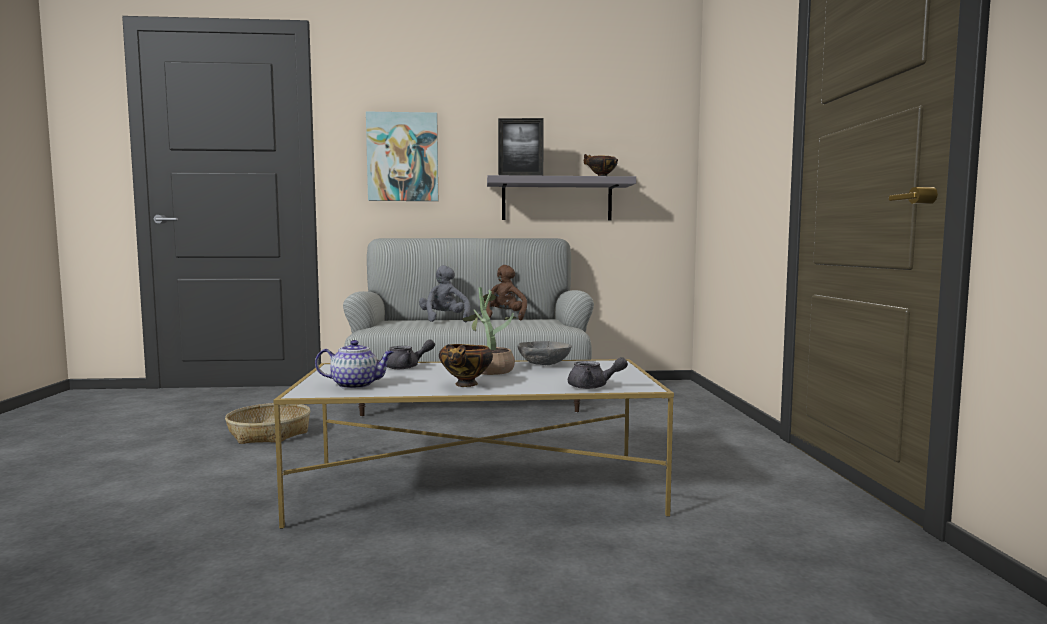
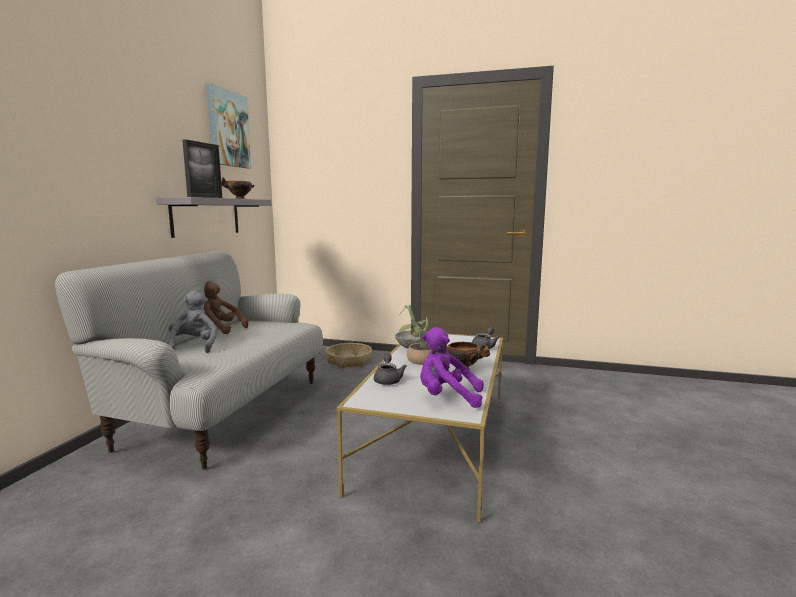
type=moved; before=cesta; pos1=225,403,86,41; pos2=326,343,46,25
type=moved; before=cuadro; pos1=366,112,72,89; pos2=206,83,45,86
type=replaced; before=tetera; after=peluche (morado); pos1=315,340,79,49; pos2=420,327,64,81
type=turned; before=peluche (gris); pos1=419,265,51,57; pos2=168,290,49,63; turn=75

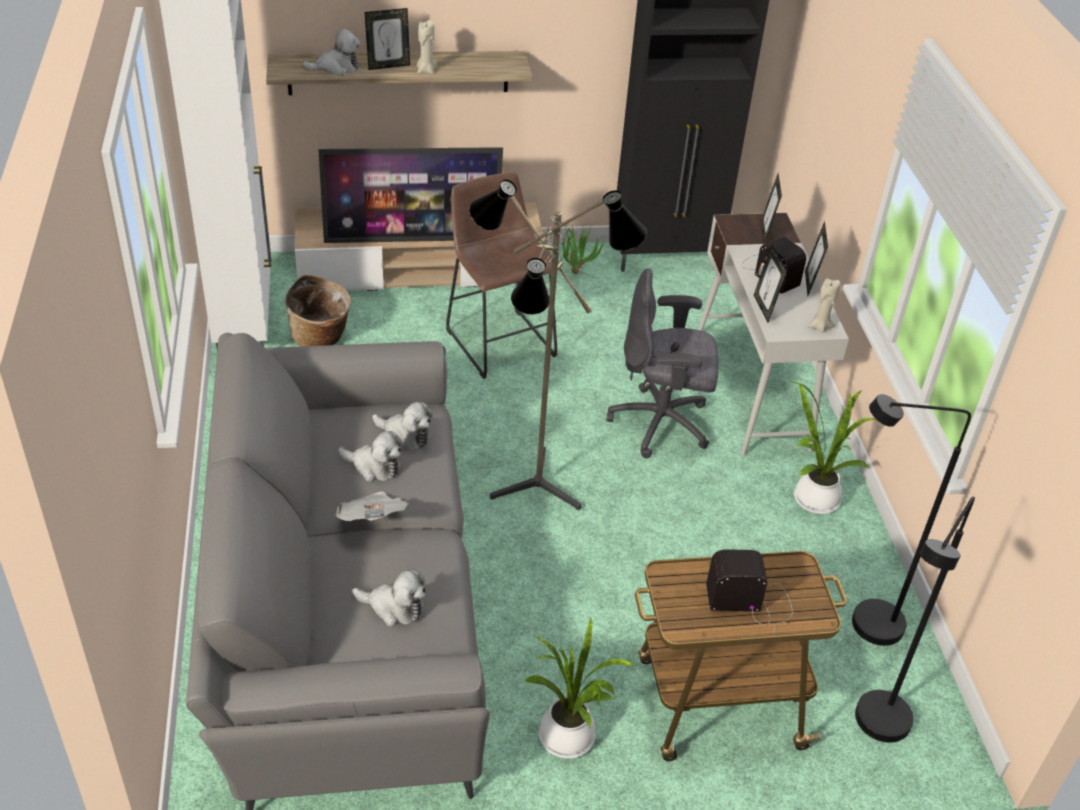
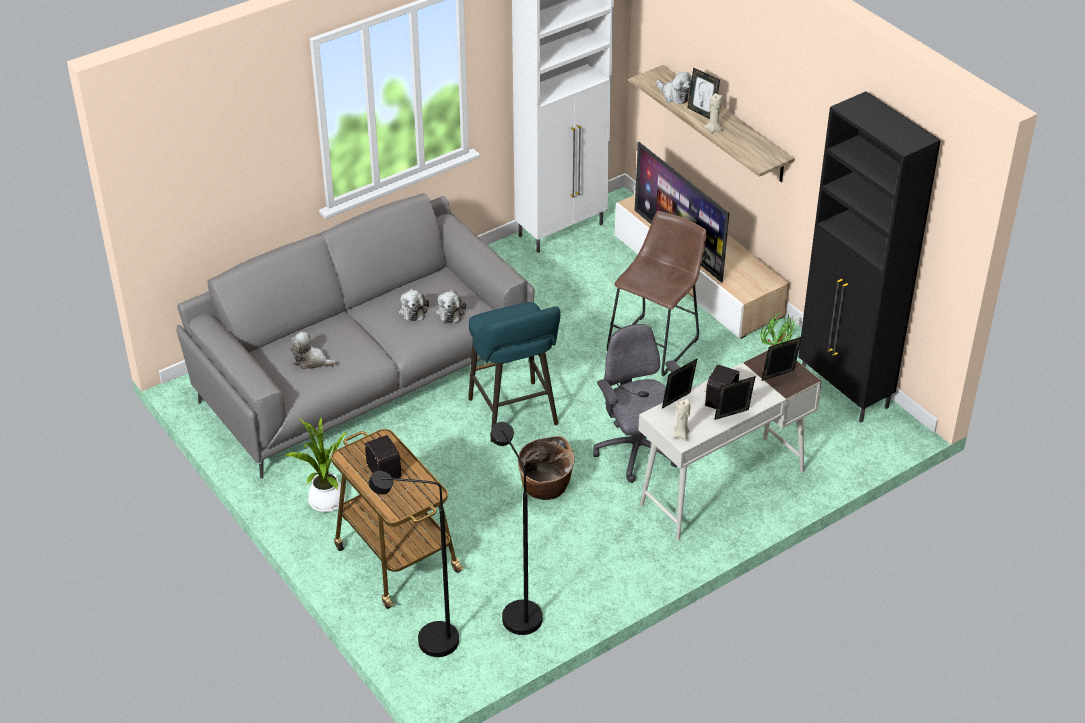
type=removed; before=periódico; pos1=335,492,74,29
type=removed; before=planta en maceta; pos1=791,381,84,133
type=moved; before=cesta; pos1=285,275,66,71; pos2=518,436,57,64
type=replaced; before=lámpara de pie; after=taburete (turquesa); pos1=469,180,178,330; pos2=468,302,92,140
type=turned; before=peluche; pos1=352,569,74,58; pos2=290,332,46,38; turn=120

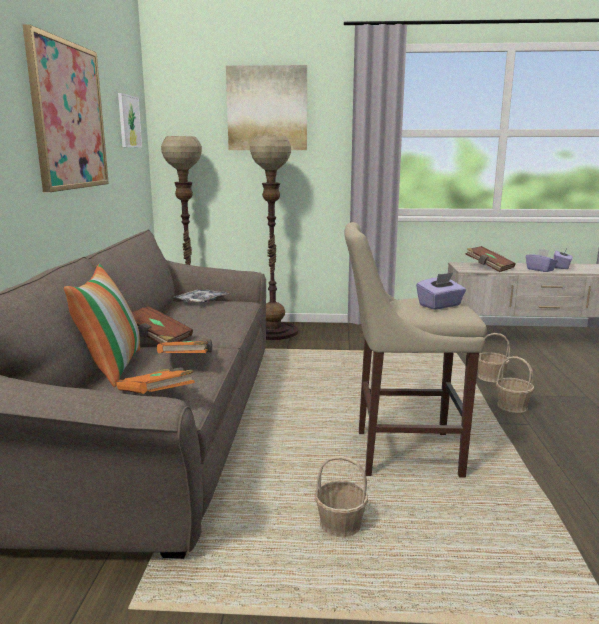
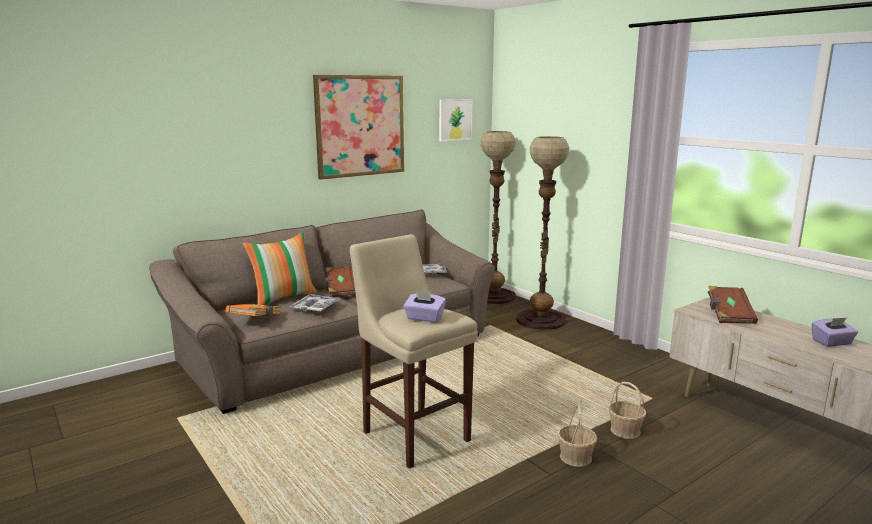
type=removed; before=cuadro; pos1=226,65,81,85
type=removed; before=cesta; pos1=315,456,53,81
type=removed; before=caja de pañuelos (morado); pos1=526,249,32,23
type=replaced; before=libro (naranja); after=bandeja; pos1=157,339,55,14; pos2=289,294,52,18

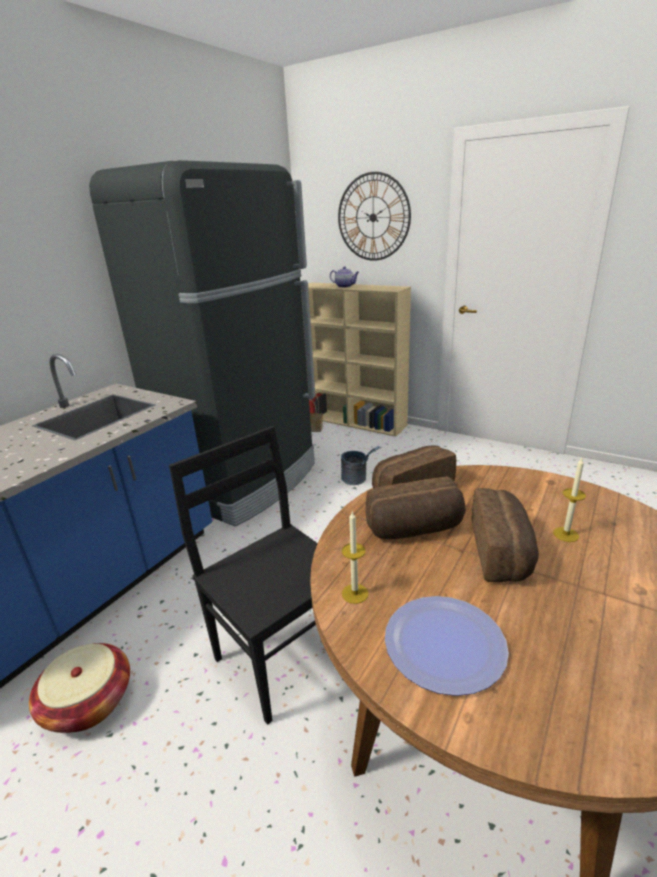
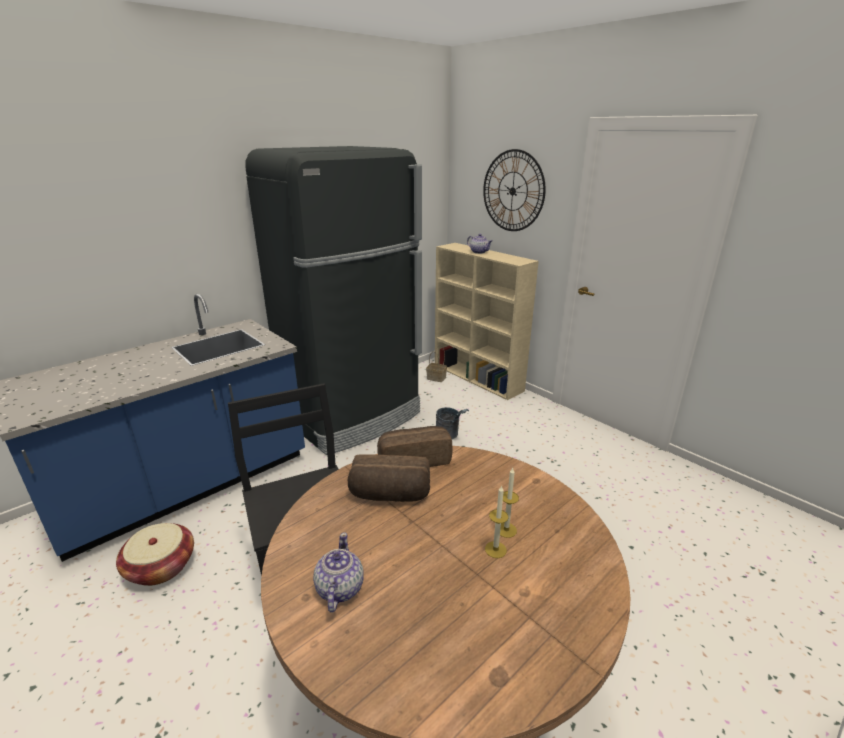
type=removed; before=pan; pos1=472,488,67,94
type=moved; before=vela; pos1=342,512,26,92; pos2=485,485,24,73
type=replaced; before=plato; after=tetera; pos1=385,596,124,100; pos2=313,532,51,81

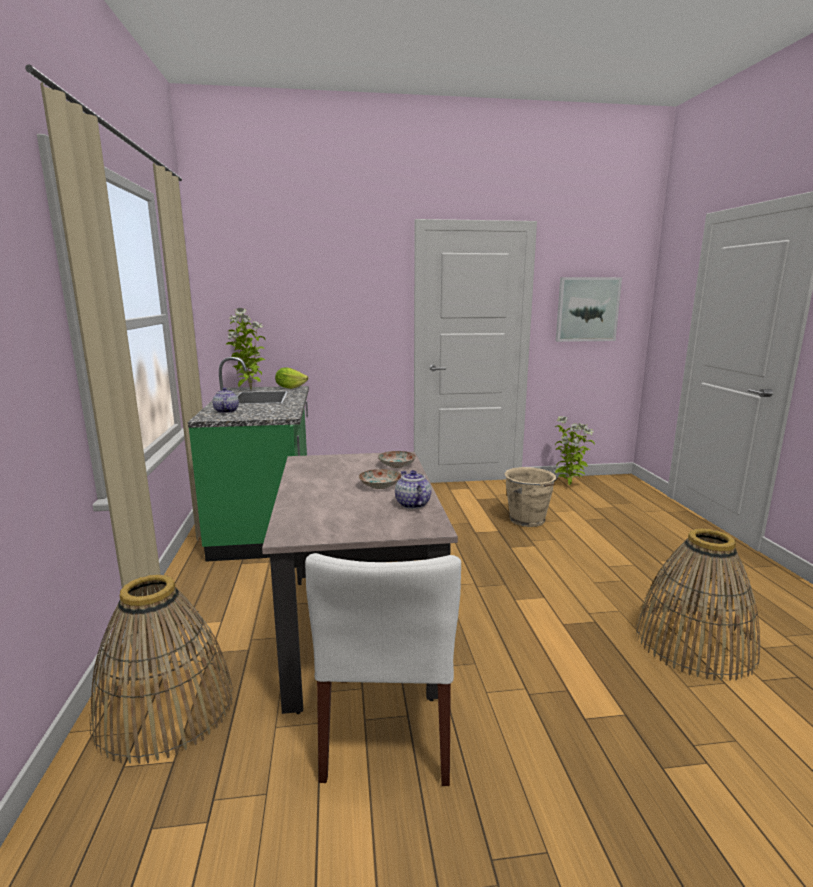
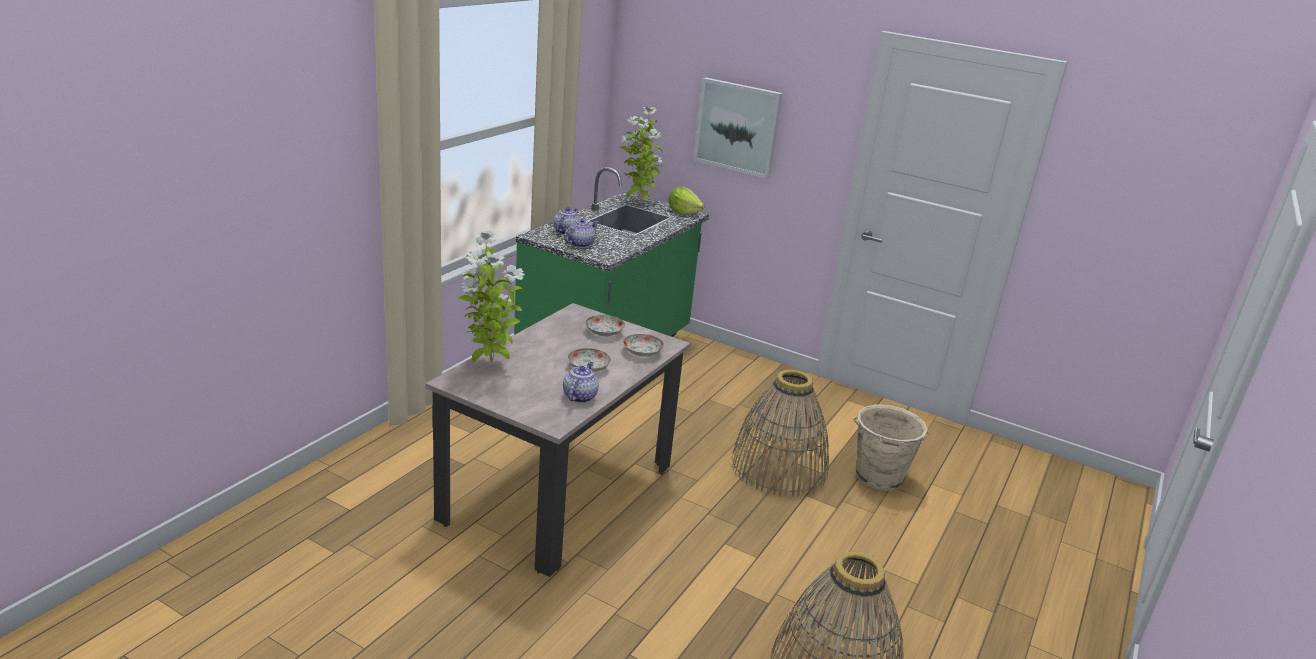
type=removed; before=silla (blanco); pos1=305,553,156,233
type=added; after=tetera; pos2=564,219,35,29
type=added; after=plato; pos2=585,315,40,21
type=moved; before=cesta; pos1=90,574,143,190; pos2=732,370,97,127
type=moved; before=planta en maceta; pos1=555,416,40,69; pos2=458,230,67,134
type=moved; before=cuadro; pos1=556,277,66,65; pos2=694,78,89,101

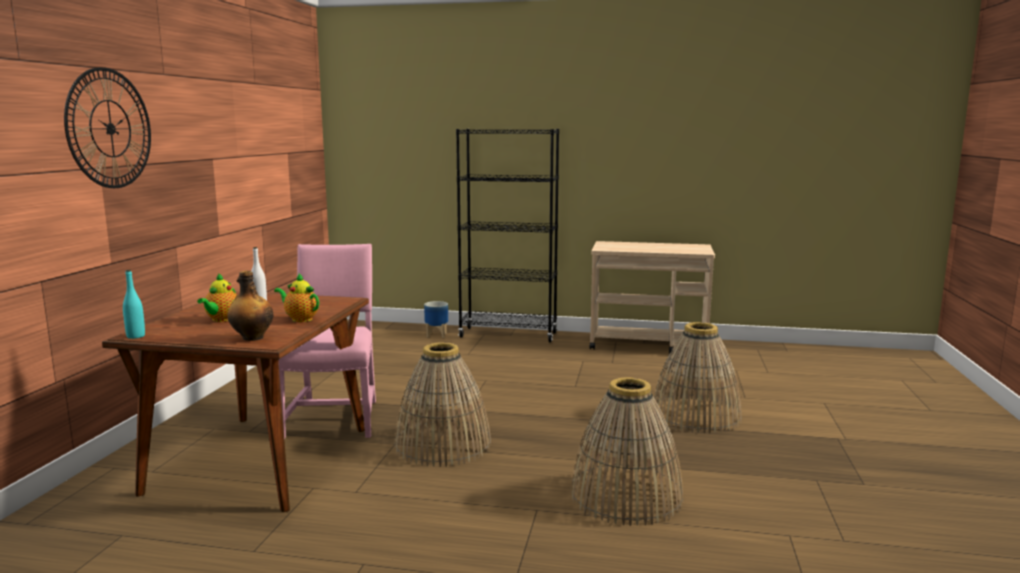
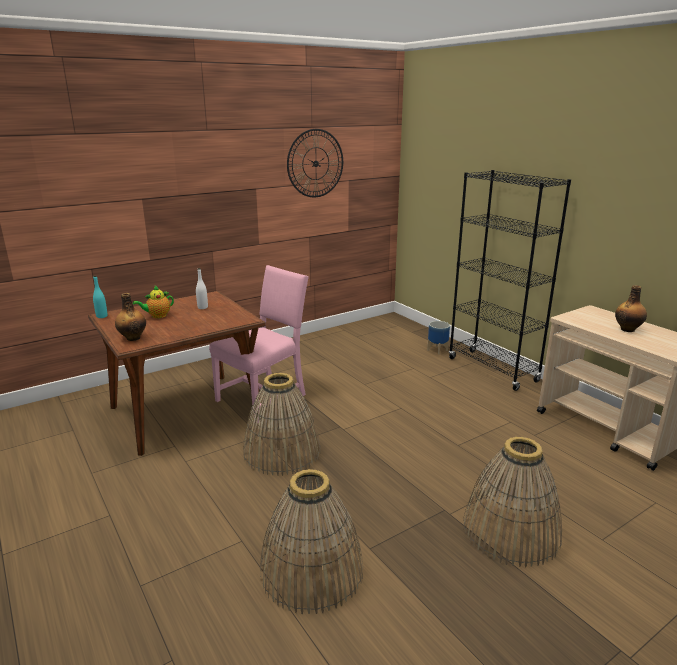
type=removed; before=tetera; pos1=274,274,45,48
type=added; after=botella; pos2=615,285,32,47
type=moved; before=reloj de pared; pos1=64,67,87,121; pos2=287,129,56,68

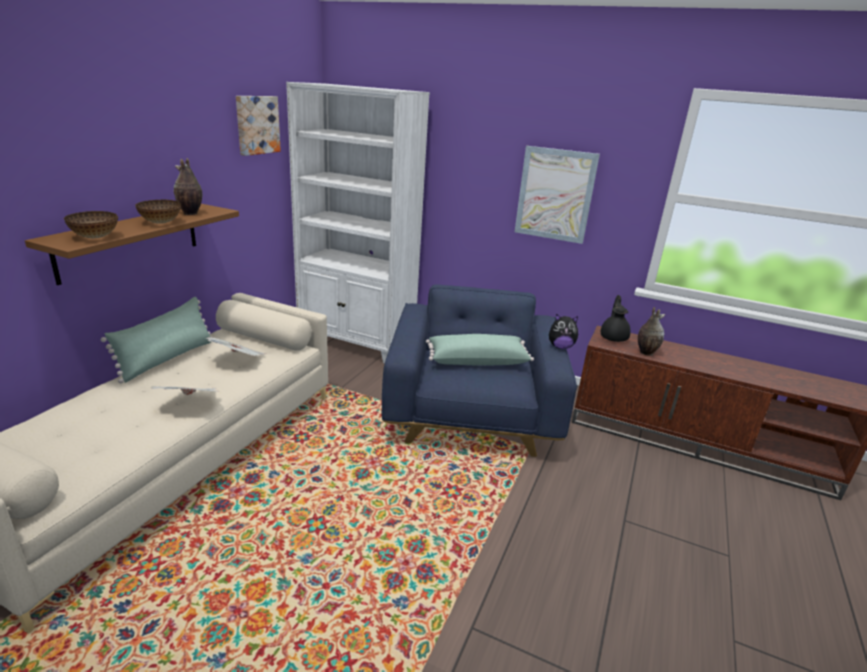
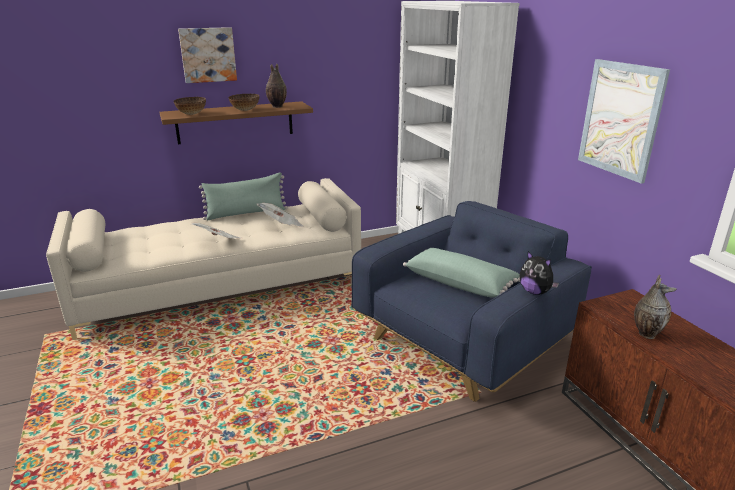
type=removed; before=tetera (negro); pos1=601,295,30,47
type=moved; before=cuadro; pos1=236,96,45,60; pos2=178,27,59,56

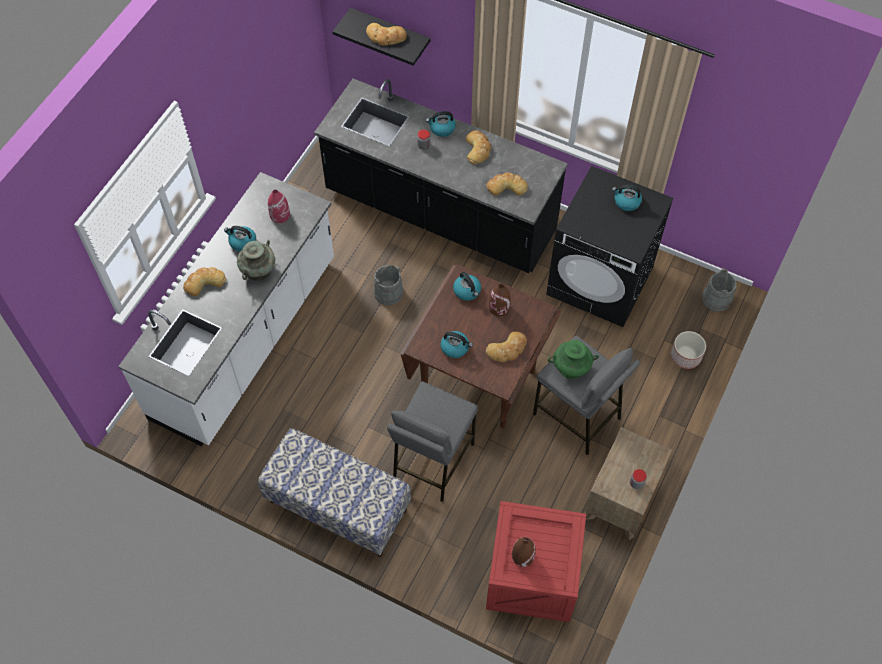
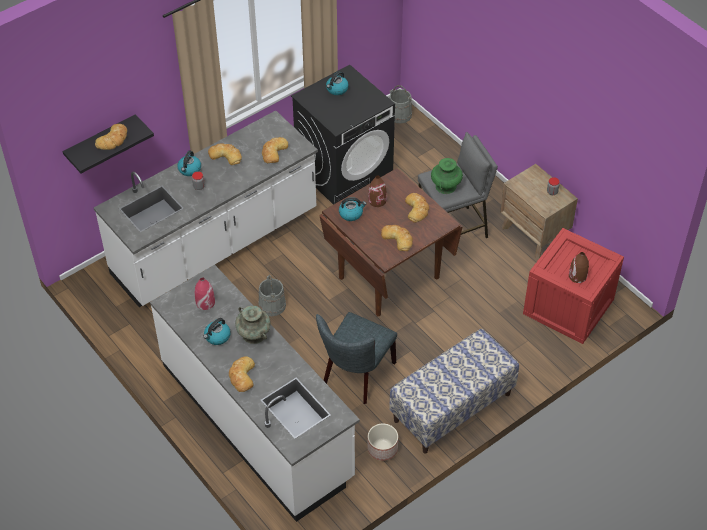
type=removed; before=taburete (gris); pos1=387,381,91,121
type=added; after=silla (gris); pos2=316,312,81,92
type=moved; before=maceta; pos1=671,331,35,38; pos2=367,423,31,38
type=replaced; before=hervidor; after=pan; pos1=440,331,33,27; pos2=381,225,32,26
type=recoloured; before=mueble bajo de cocina (negro); after=mueble bajo de cocina (blanco); pos1=314,78,254,195; pos2=94,111,224,196

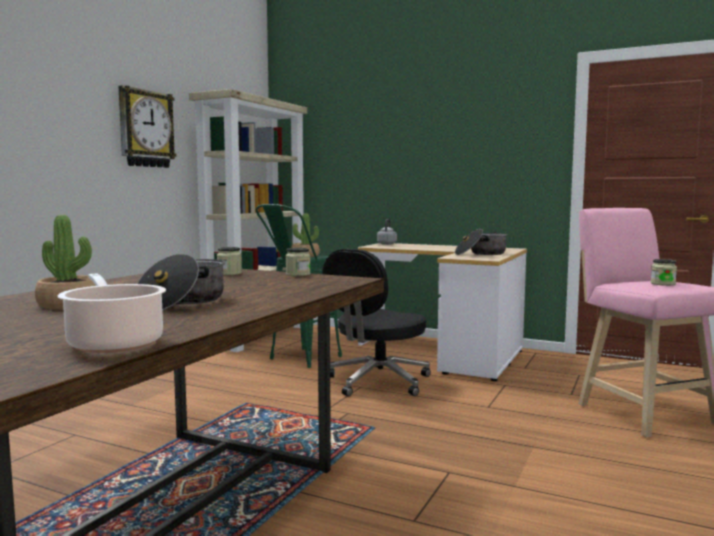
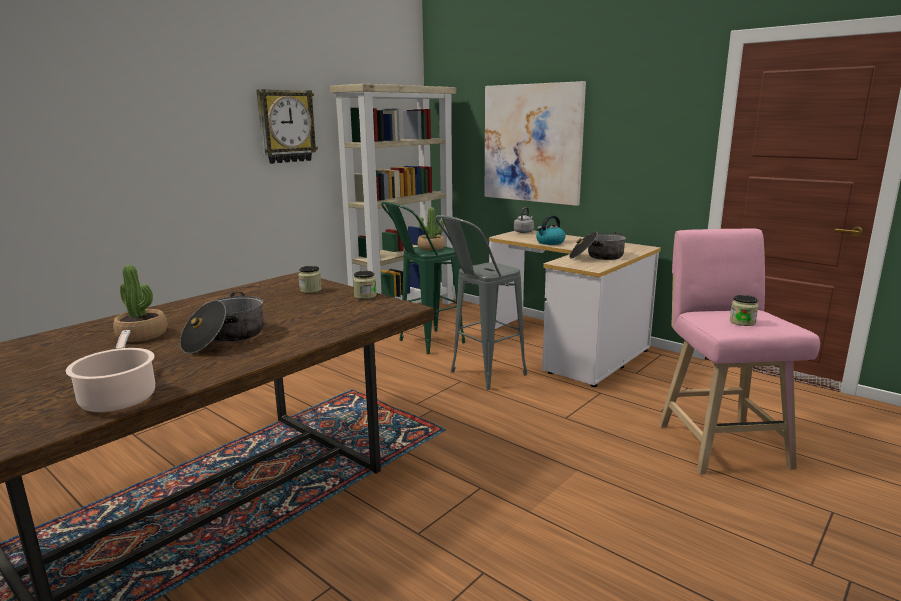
type=added; after=cuadro; pos2=485,81,101,125
type=added; after=hervidor; pos2=536,215,29,30
type=replaced; before=silla de oficina (negro); after=taburete (gris); pos1=322,249,109,147; pos2=435,215,92,175

